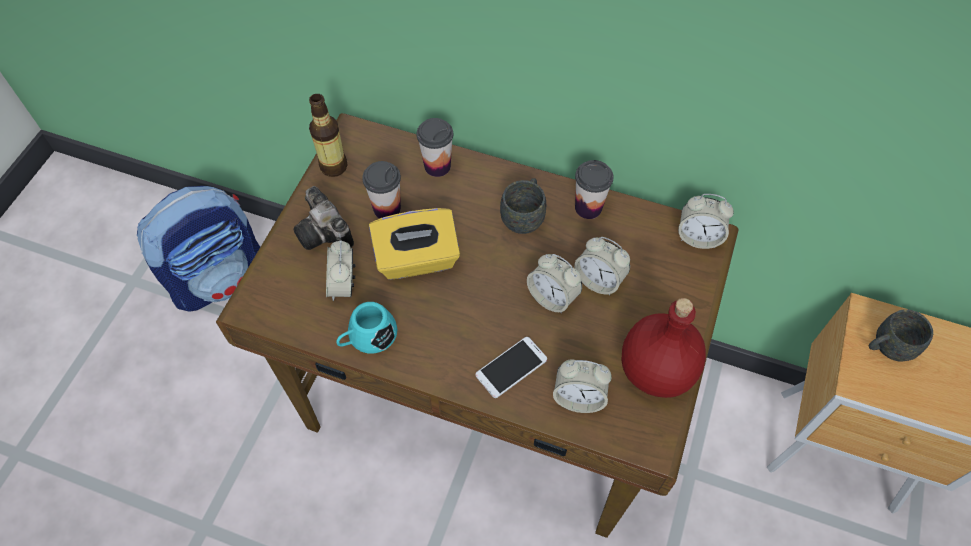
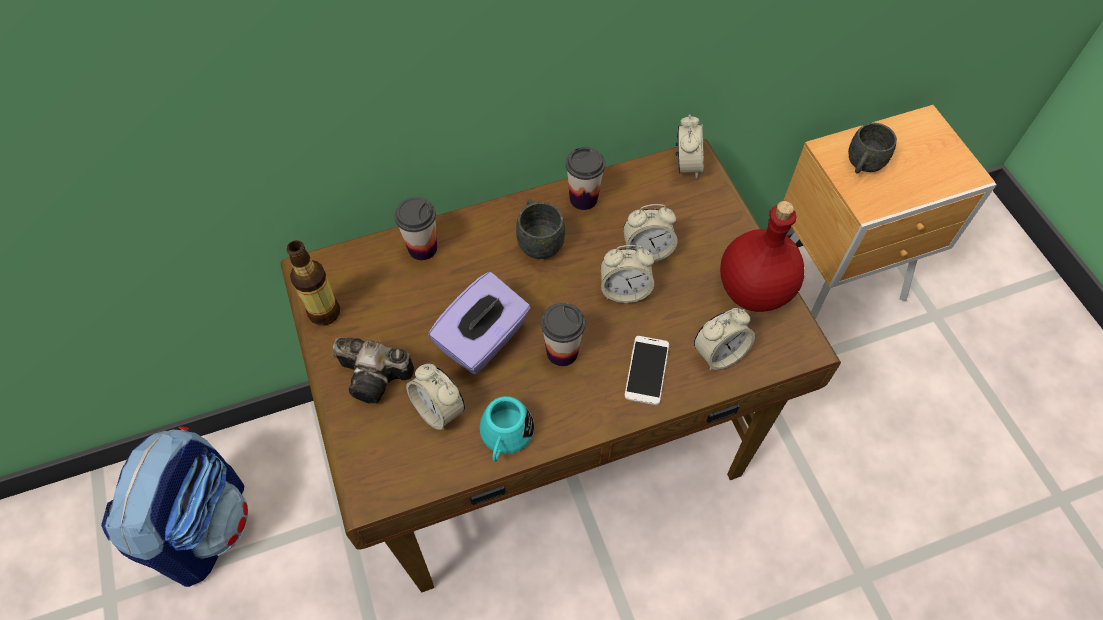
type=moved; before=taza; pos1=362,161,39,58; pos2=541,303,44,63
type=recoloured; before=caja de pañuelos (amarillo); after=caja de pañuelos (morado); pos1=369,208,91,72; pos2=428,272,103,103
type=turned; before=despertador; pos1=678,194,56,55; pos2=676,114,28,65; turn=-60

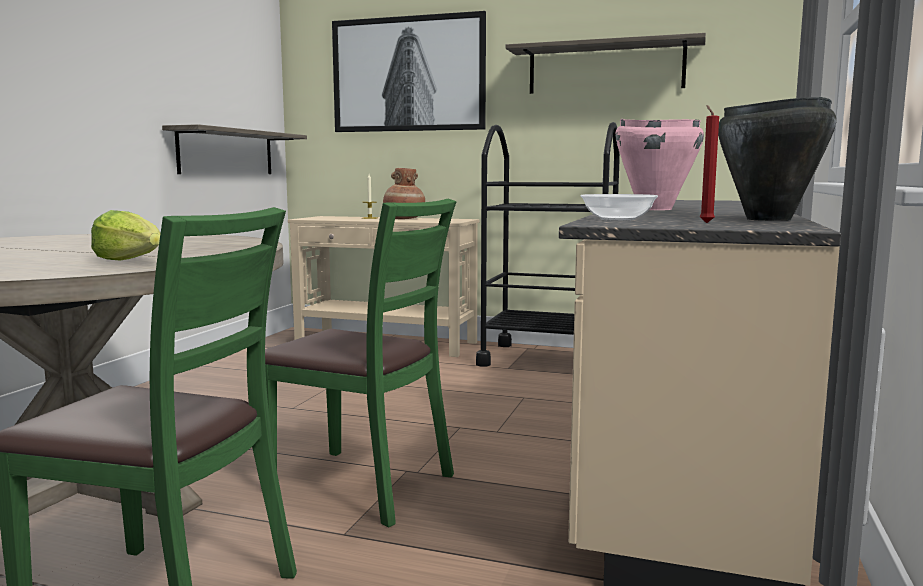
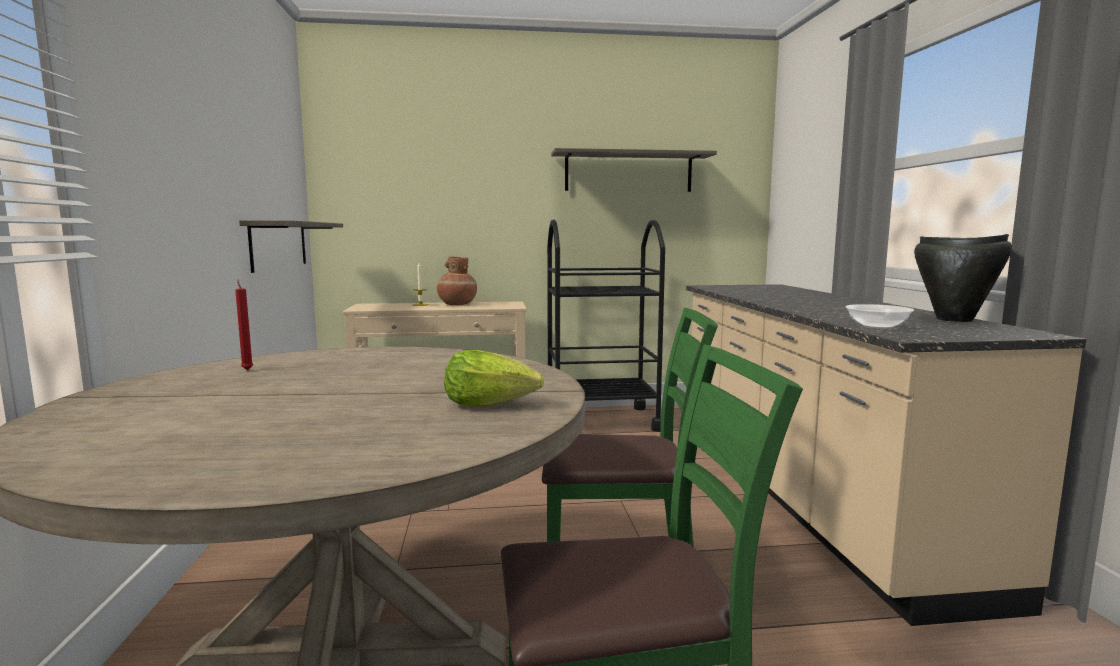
type=removed; before=cuadro; pos1=332,11,154,121
type=removed; before=olla (rosa); pos1=615,119,89,91
type=moved; before=vela (rojo); pos1=700,105,19,118; pos2=235,279,18,91

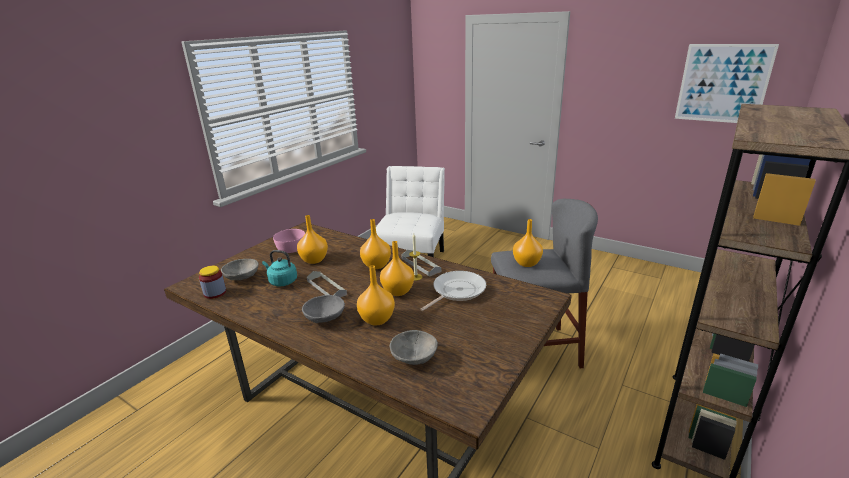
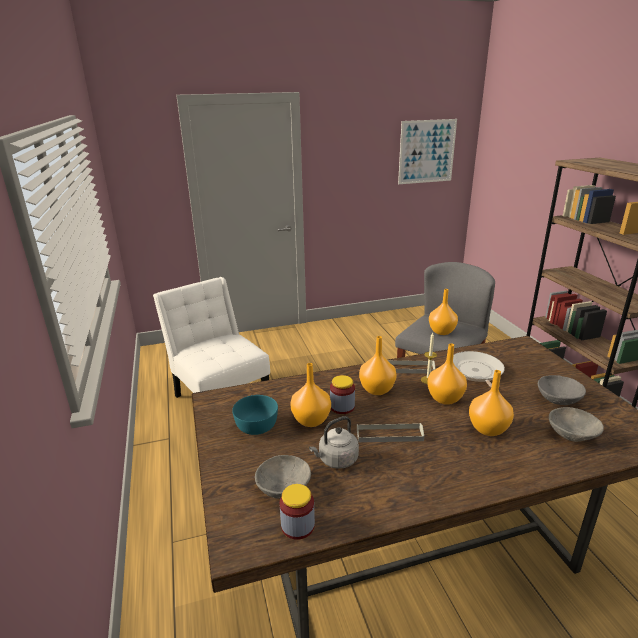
type=added; after=tarro; pos2=330,375,25,39
type=moved; before=cuenco (gris); pos1=302,295,43,28; pos2=538,375,48,30
type=recoloured; before=hervidor (turquesa); after=hervidor (gris); pos1=262,250,35,37; pos2=309,416,50,53
type=recoloured; before=cuenco (rosa); after=cuenco (turquesa); pos1=273,229,32,24; pos2=232,395,46,40

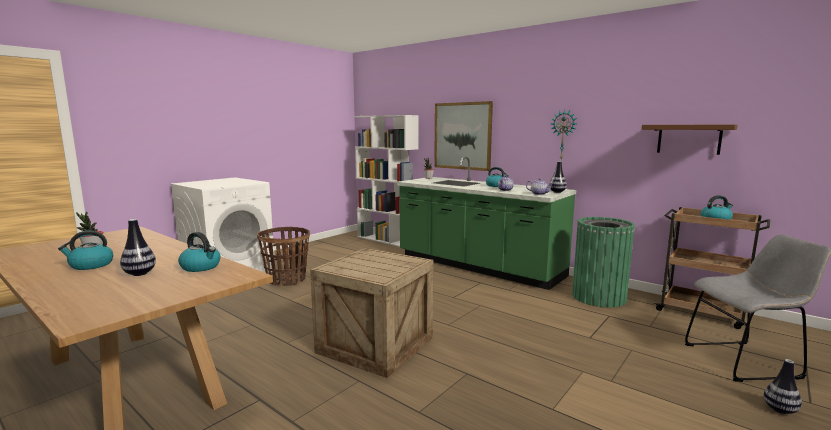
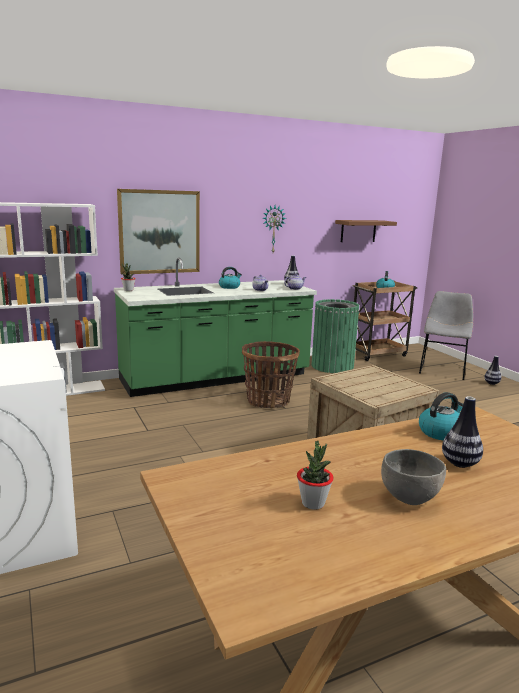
type=moved; before=cesta; pos1=257,227,53,59; pos2=242,341,58,67
type=replaced; before=hervidor; after=cuenco (gris); pos1=58,230,55,40; pos2=381,449,65,56

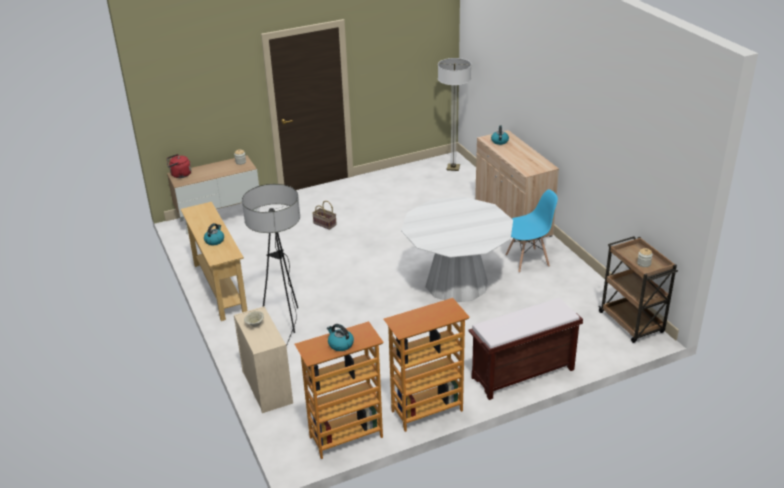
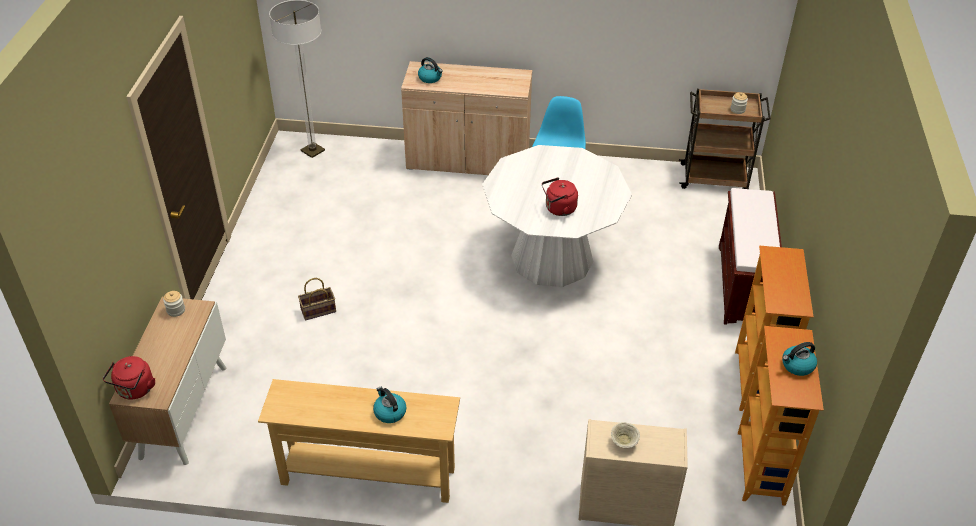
type=removed; before=lámpara de pie; pos1=242,184,58,163
type=added; after=hervidor (rojo); pos2=542,177,36,39

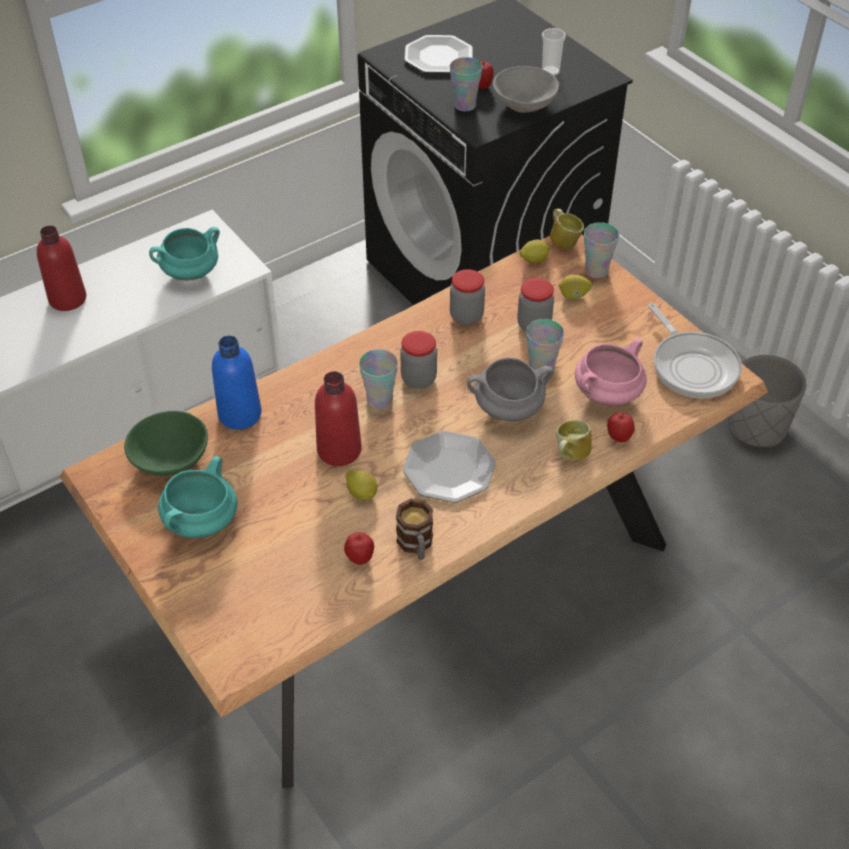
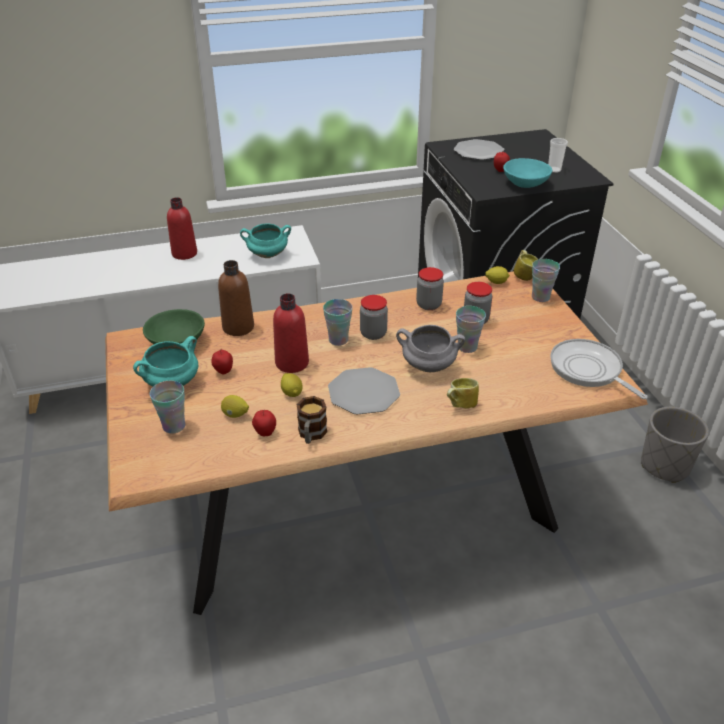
type=removed; before=olla (rosa); pos1=575,338,72,68
type=moved; before=taza; pos1=450,57,32,54; pos2=150,381,35,53
type=moved; before=limón; pos1=559,275,33,24; pos2=221,395,28,23
type=moved; before=manzana; pos1=607,412,28,30; pos2=211,349,22,25
type=recoloured; before=botella (azul); after=botella (marrón); pos1=212,336,49,94; pos2=218,260,36,76
type=recoloured; before=cuenco (gris); after=cuenco (turquesa); pos1=493,66,66,47; pos2=503,158,49,30
type=turned; before=sartén; pos1=648,303,94,96; pos2=550,339,98,60; turn=150

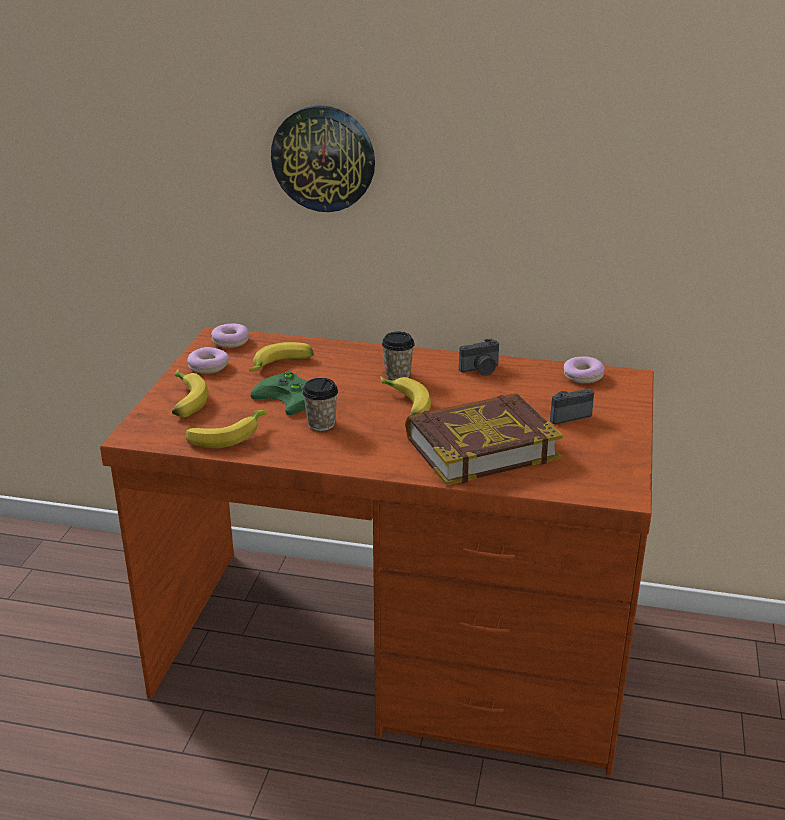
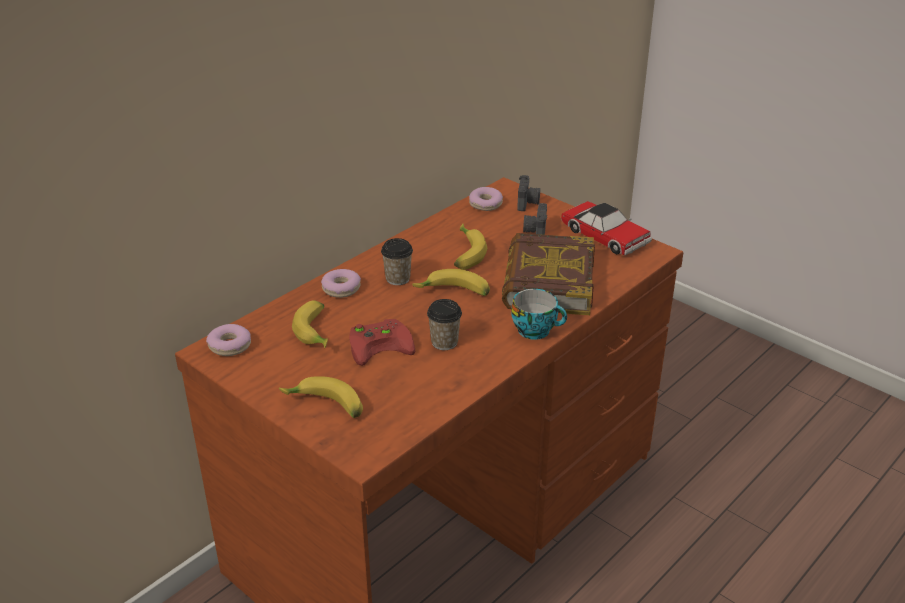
type=removed; before=reloj de pared; pos1=271,105,104,107
type=added; after=taza; pos2=511,289,56,51
type=added; after=coche de juguete; pos2=561,201,91,54
type=moved; before=plátano; pos1=185,410,83,38; pos2=454,224,33,46
type=moved; before=rosquilla; pos1=187,347,42,27; pos2=321,269,40,29
type=moved; before=cámara; pos1=459,339,40,37; pos2=517,175,23,36
type=recoloured; before=mando de consola (verde); after=mando de consola (rojo); pos1=250,371,57,44; pos2=349,319,66,47

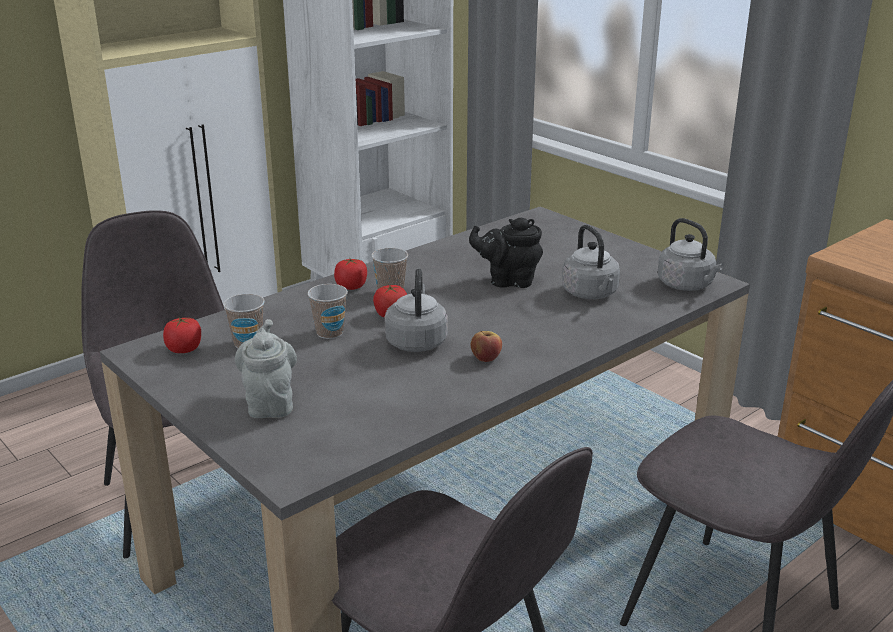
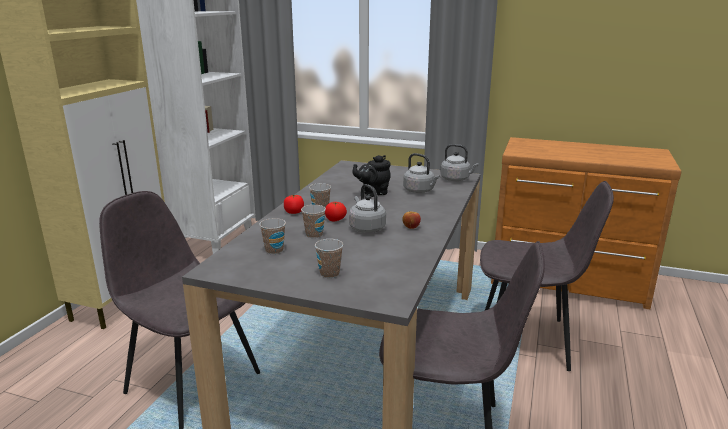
type=removed; before=tomate; pos1=163,317,38,36
type=replaced; before=tetera (gris); after=taza; pos1=235,319,62,99; pos2=315,239,28,39

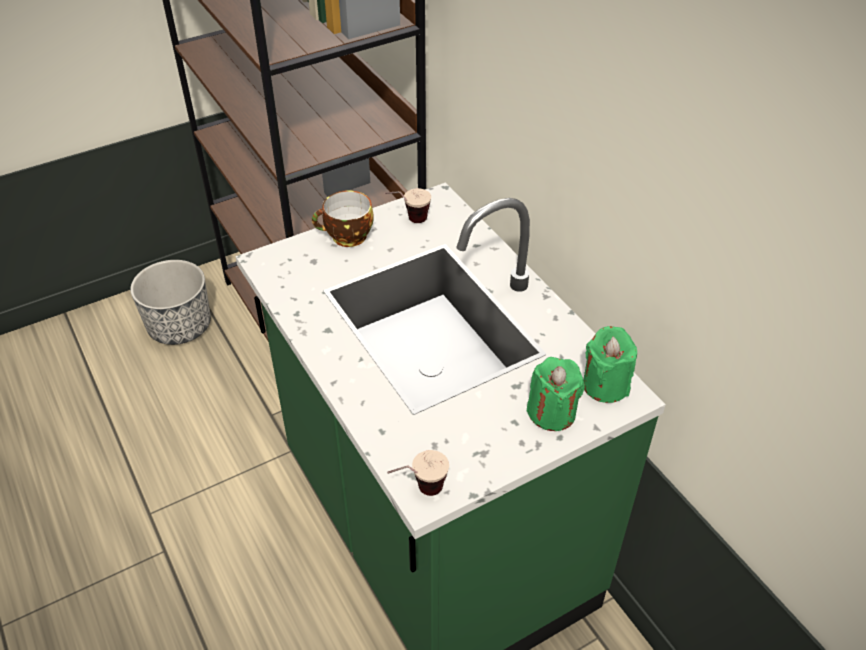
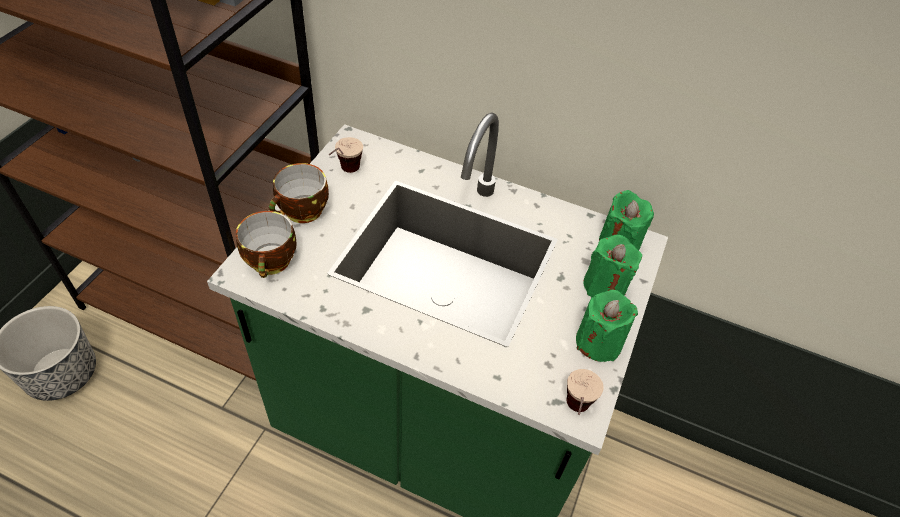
type=added; after=taza; pos2=236,211,61,67
type=added; after=vela (verde); pos2=576,289,62,73

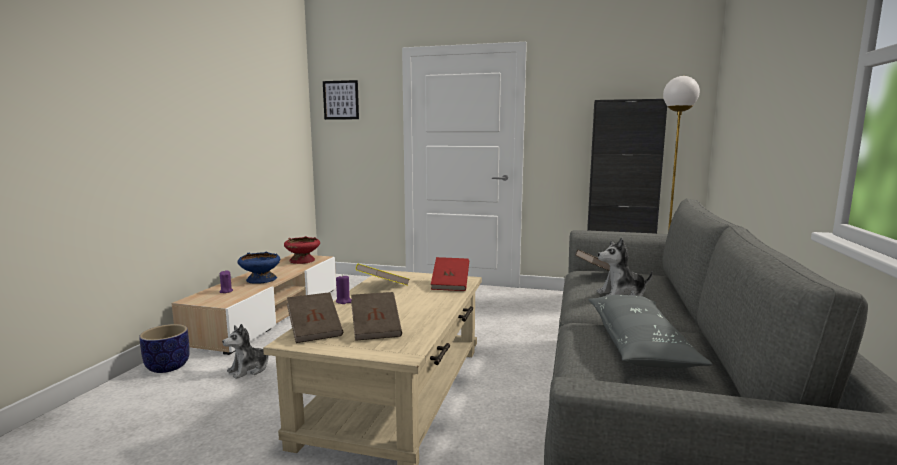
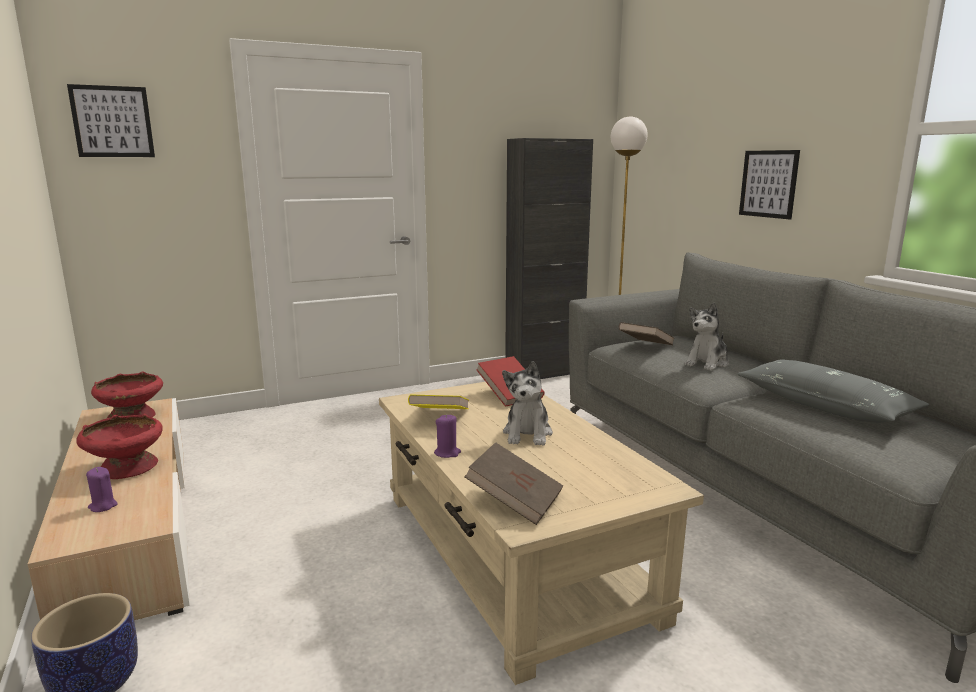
type=removed; before=libro (marrón); pos1=351,292,51,49
type=added; after=cuadro; pos2=739,150,61,69
type=moved; before=peluche; pos1=222,324,47,55; pos2=502,361,51,85
type=recoloured; before=cuenco (azul); after=cuenco (rojo); pos1=237,252,43,32; pos2=76,414,87,65

